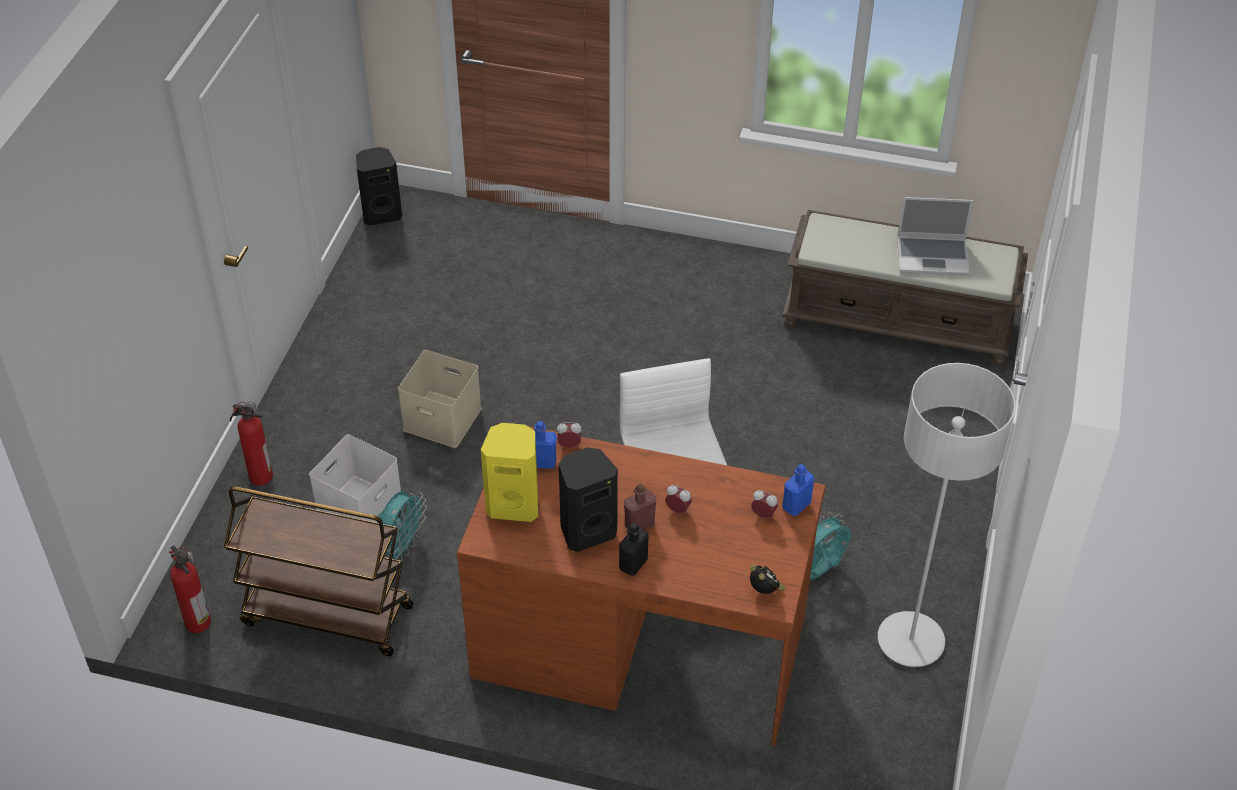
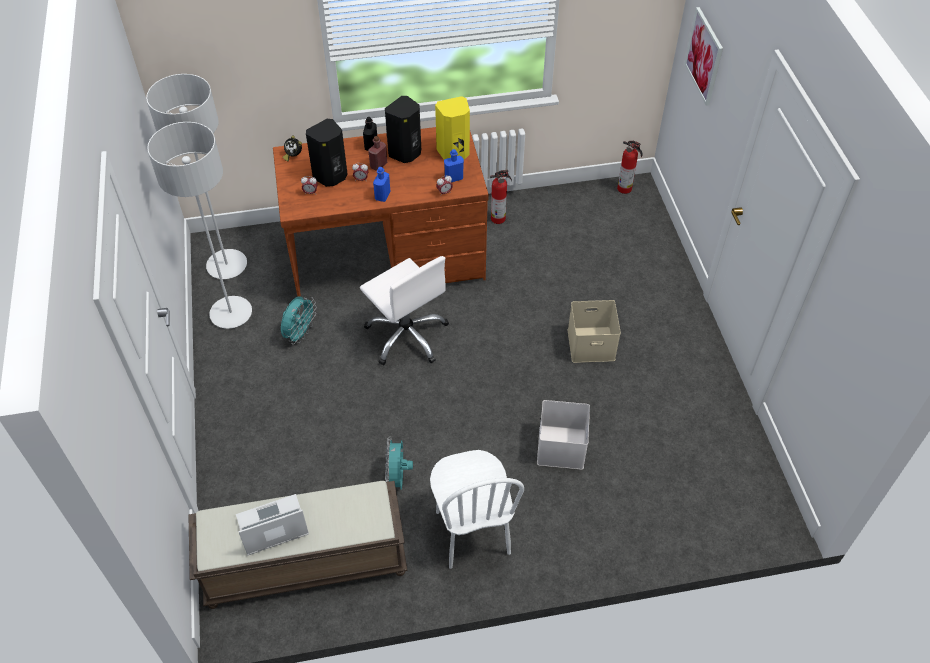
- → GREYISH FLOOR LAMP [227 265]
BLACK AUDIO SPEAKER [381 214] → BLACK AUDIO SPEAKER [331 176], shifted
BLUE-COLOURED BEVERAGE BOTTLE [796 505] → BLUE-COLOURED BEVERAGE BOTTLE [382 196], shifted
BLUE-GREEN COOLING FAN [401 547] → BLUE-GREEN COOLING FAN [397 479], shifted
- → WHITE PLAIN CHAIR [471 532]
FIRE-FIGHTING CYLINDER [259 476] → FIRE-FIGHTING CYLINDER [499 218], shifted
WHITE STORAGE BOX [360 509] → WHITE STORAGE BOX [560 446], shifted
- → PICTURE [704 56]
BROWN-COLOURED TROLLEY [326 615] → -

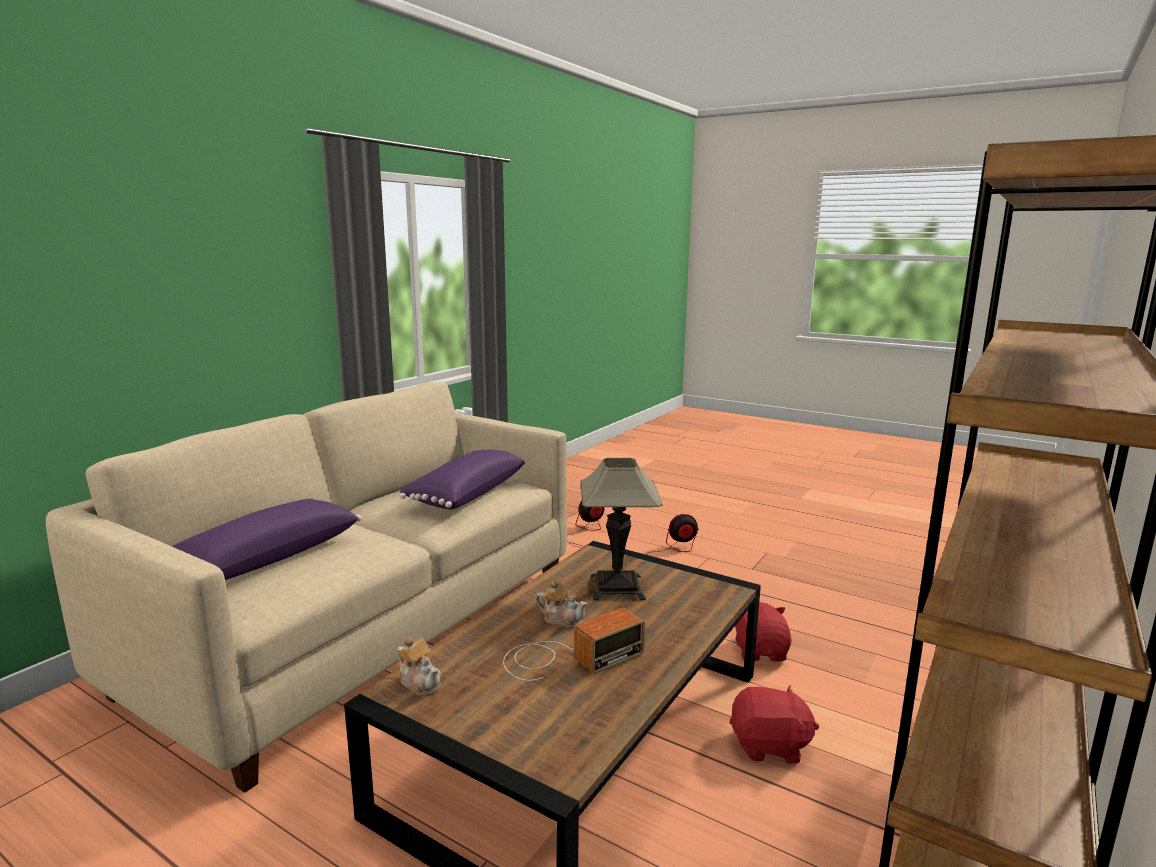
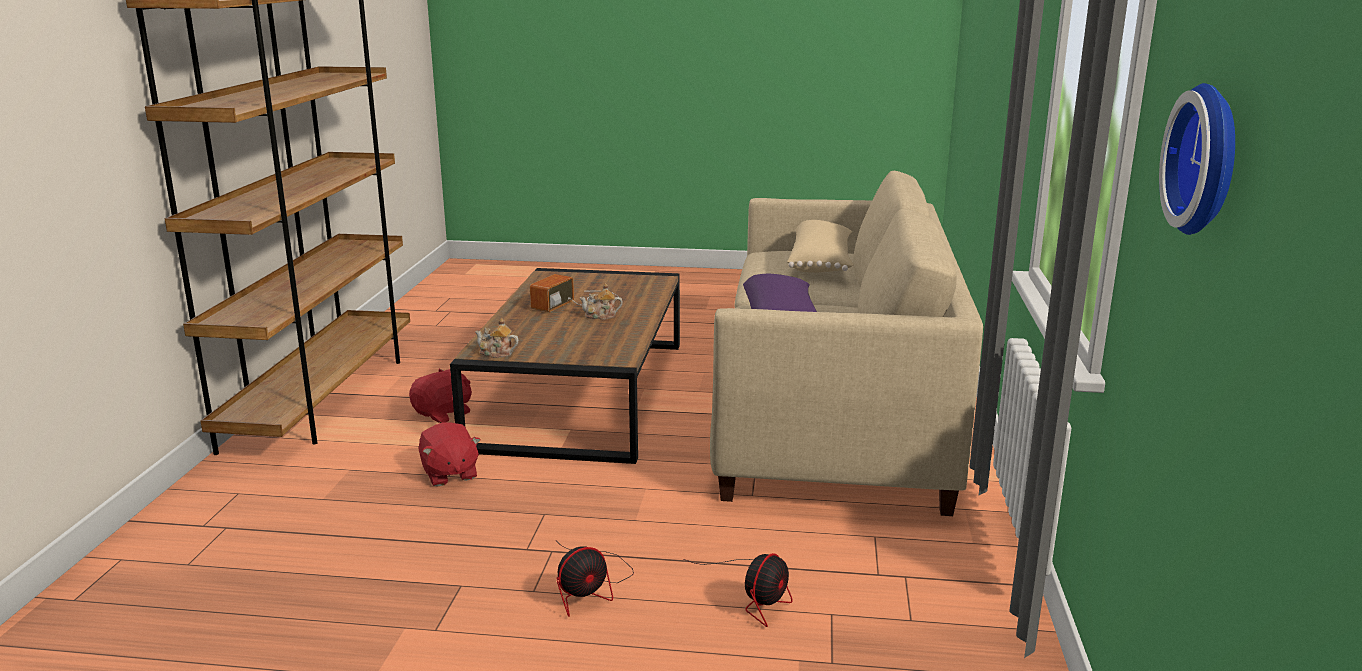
REDDISH CUDDLY TOY [769 746] → REDDISH CUDDLY TOY [444 414], 150 degrees clockwise
TEAPOT [420 682] → TEAPOT [496 353], shifted
PURPLE-COLOURED CUSHION [267 557] → BEIGE CUSHION [821 264]
- → WALL CLOCK [1210 160]
TABLE LAMP [617 587] → -

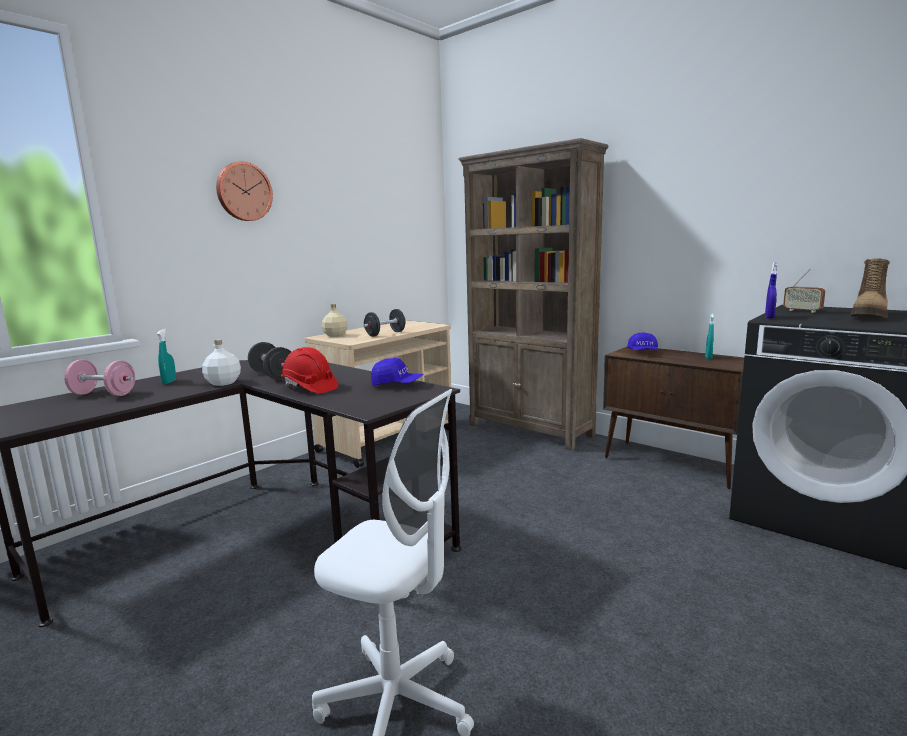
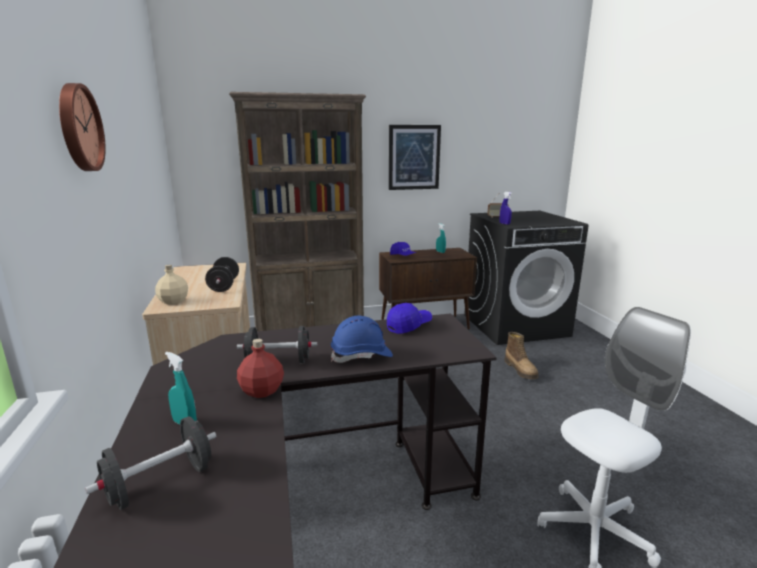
PINK-COLOURED FREE WEIGHT [103 394] → BLACK FREE WEIGHT [160 483]
WHITE BEVERAGE BOTTLE [224 383] → REDDISH BEVERAGE BOTTLE [262 391]
REDDISH SAFETY HELMET [309 387] → BLUE-COLOURED SAFETY HELMET [361 356]
- → PICTURE [414 157]
TALL BOOT [869 316] → TALL BOOT [521 370], shifted

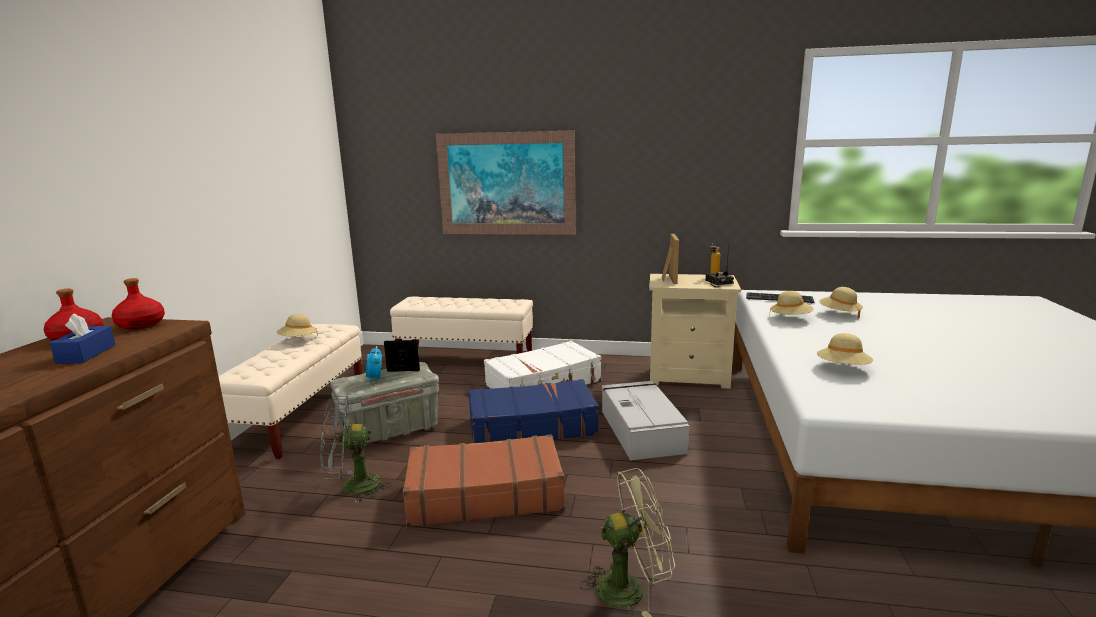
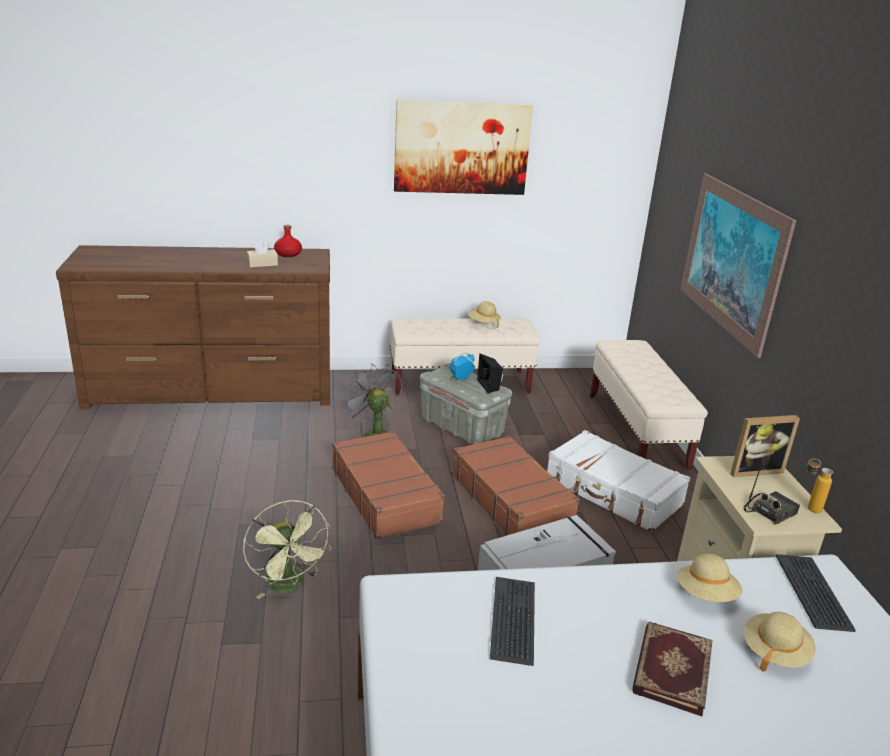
BLUE-COLOURED BOX OF TISSUES [86 354] → BEIGE BOX OF TISSUES [262 264]
- → PICTURE [462 148]
BLUE-COLOURED TRAVEL CASE [531 426] → BROWN-COLOURED TRAVEL CASE [511 499]
BEIGE CLOTHING HAT [843 368] → PC KEYBOARD [514 620]
- → BOUND BOOK [670 669]
REDDISH BEVERAGE BOTTLE [141 324] → -

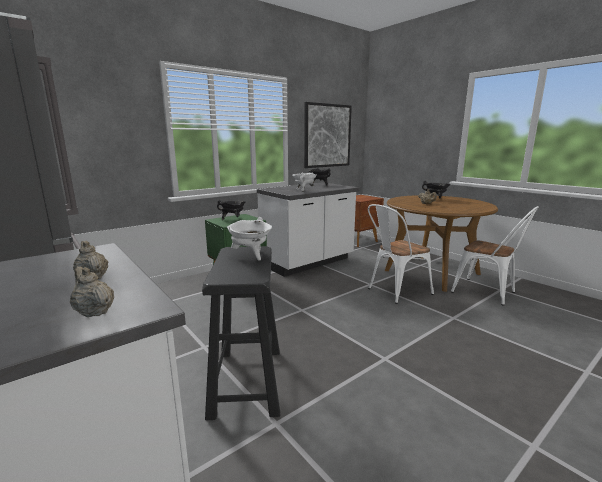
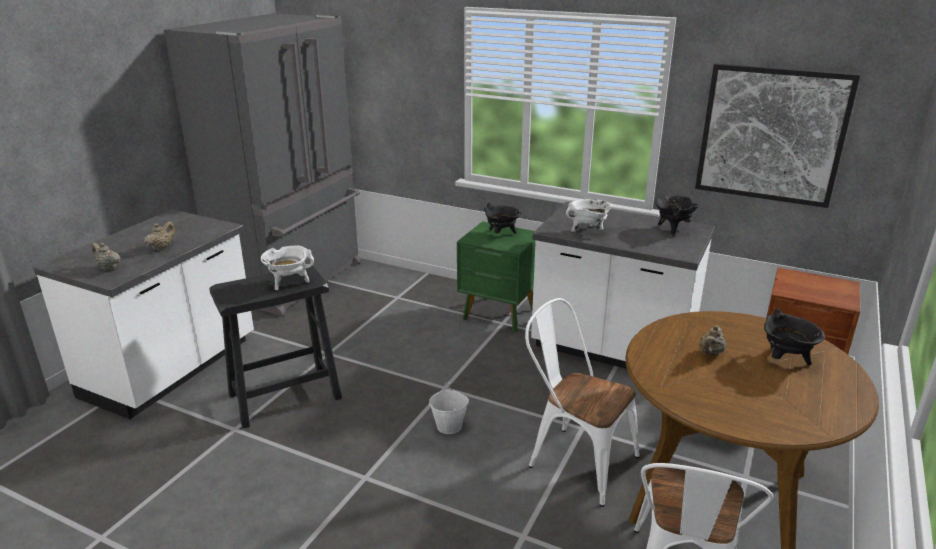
BEIGE TEAPOT [94 312] → BEIGE TEAPOT [108 268], 75 degrees counterclockwise
- → WHITE WATER BUCKET [449 426]

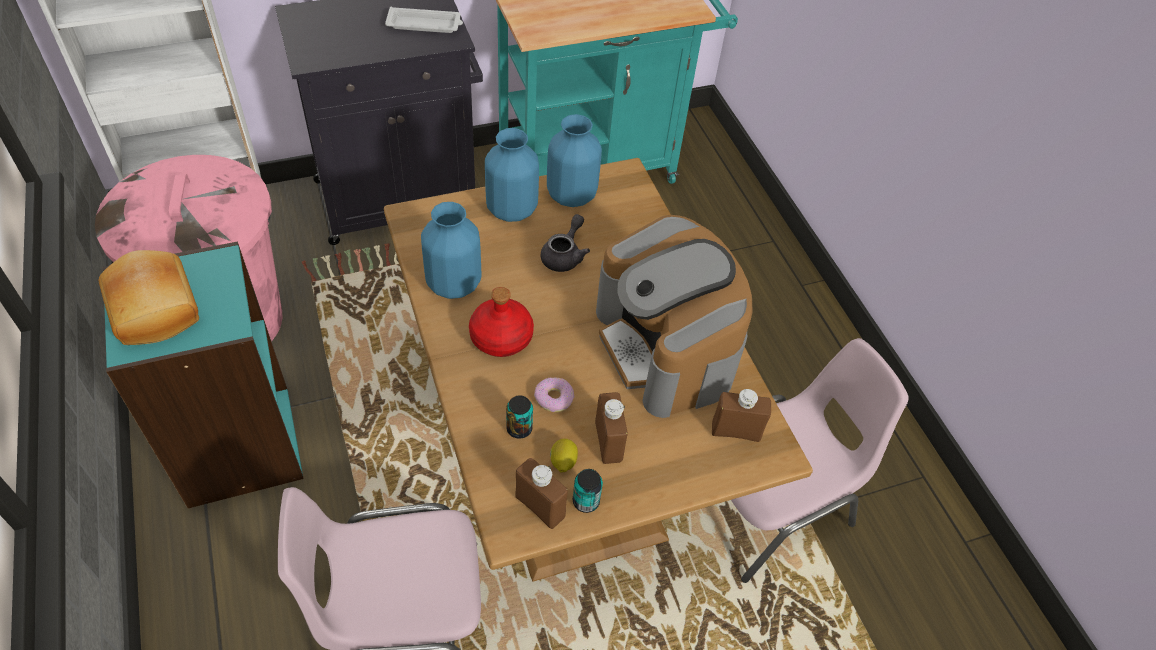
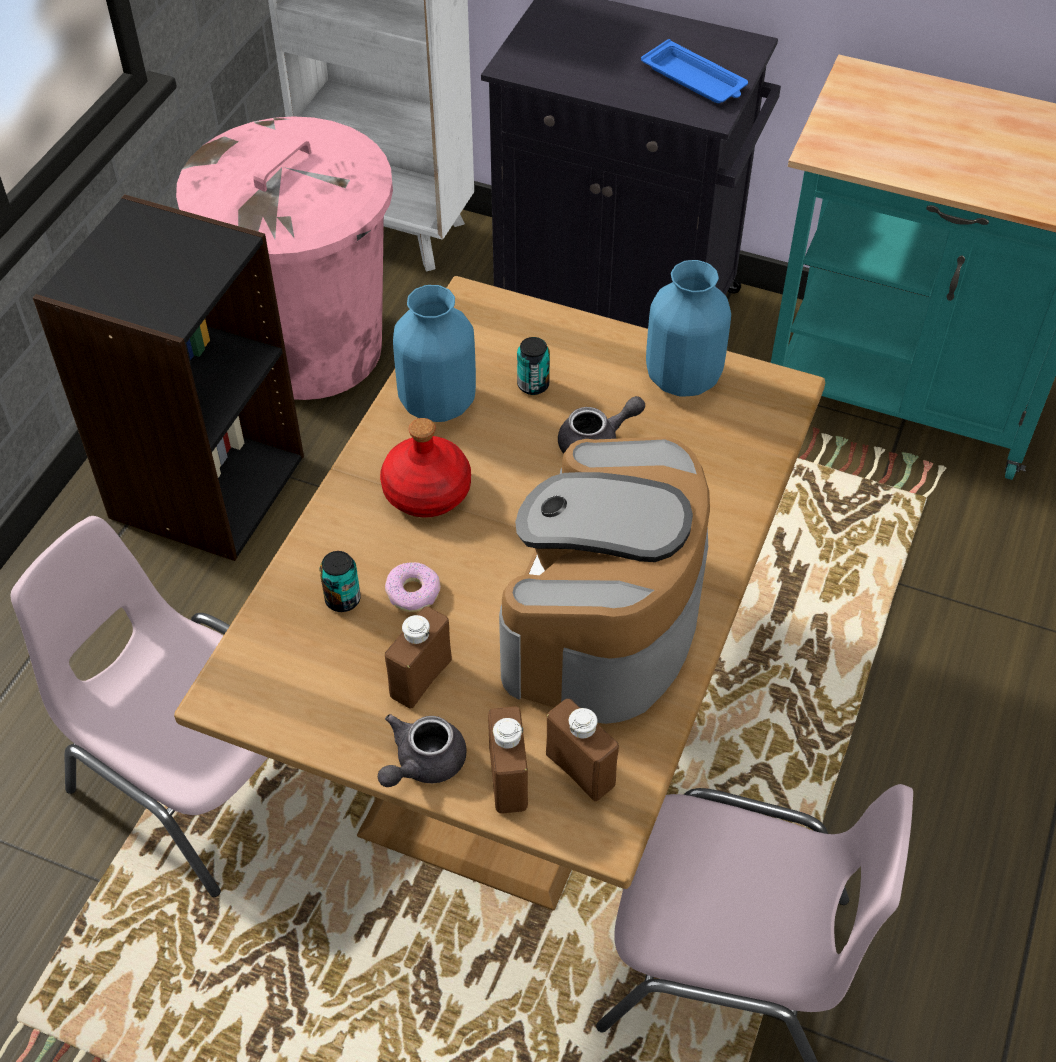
BLUE-GREEN SHELVING UNIT [238 446] → BLACK SHELVING UNIT [205 485]
- → GREYISH TEAPOT [422 763]
BROWN-COLOURED BEVERAGE BOTTLE [540 506] → BROWN-COLOURED BEVERAGE BOTTLE [508 779], shifted
METAL CAN [586 501] → METAL CAN [533 385], shifted
WHITE SERVING TRAY [425 25] → BLUE-COLOURED SERVING TRAY [695 80]
BREAD [157 309] → -
BLUE-COLOURED DECORATIVE VASE [511 209] → -
CITRUS FRUIT [563 462] → -

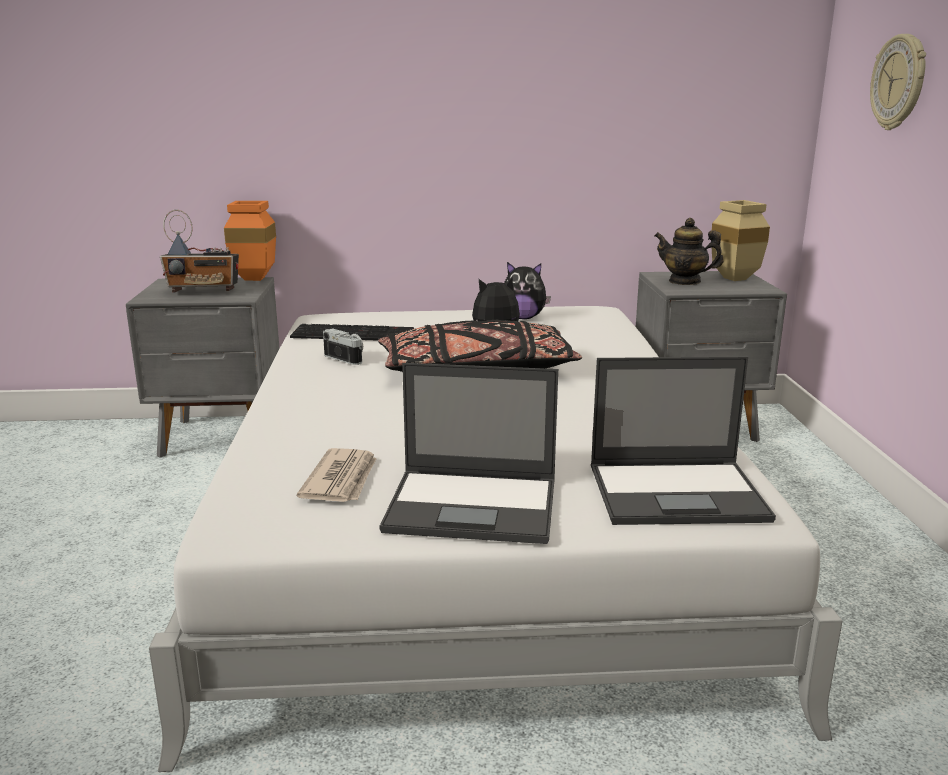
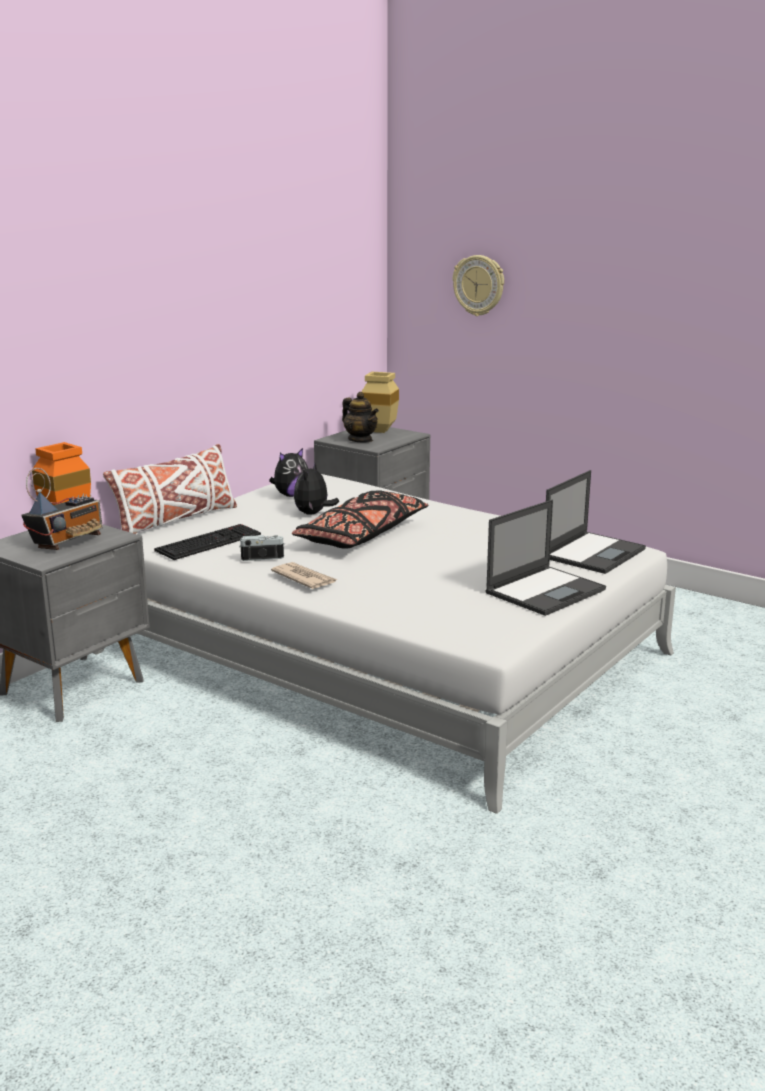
- → WHITE CUSHION [175 520]
DAILY PAPER [342 480] → DAILY PAPER [304 578], shifted
TEAPOT [685 281] → TEAPOT [360 440], 105 degrees counterclockwise

